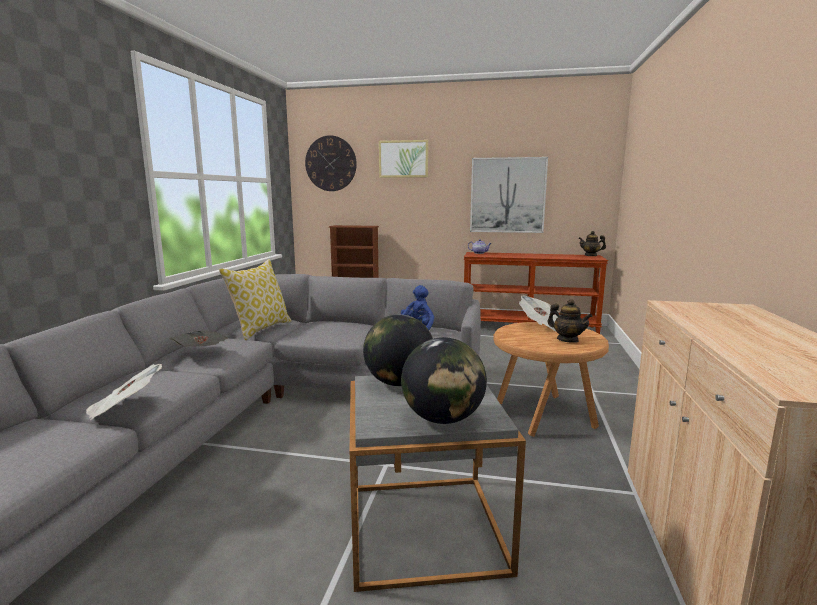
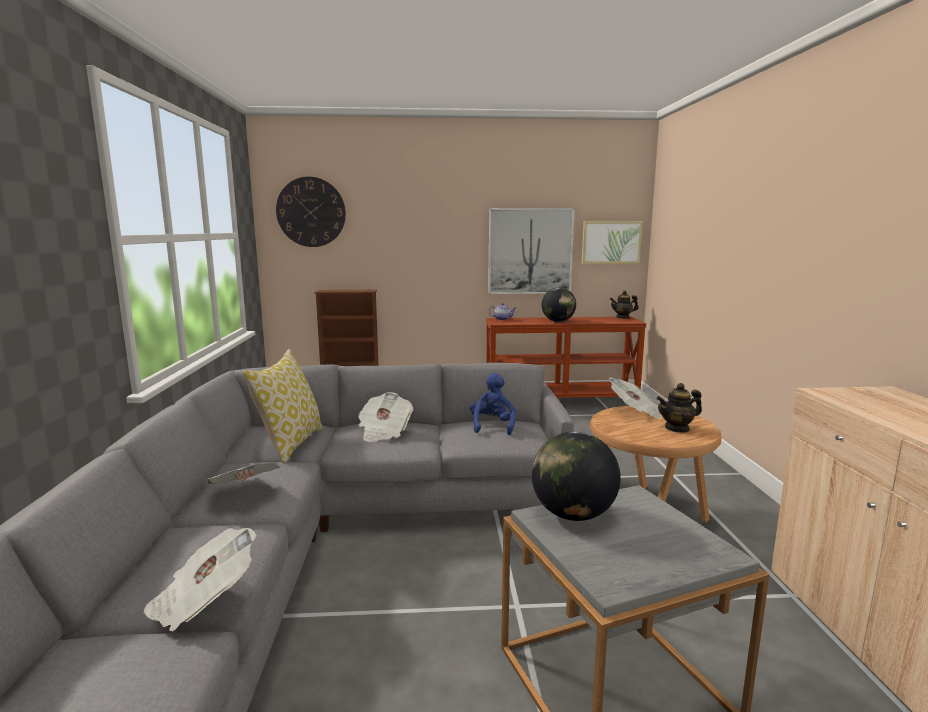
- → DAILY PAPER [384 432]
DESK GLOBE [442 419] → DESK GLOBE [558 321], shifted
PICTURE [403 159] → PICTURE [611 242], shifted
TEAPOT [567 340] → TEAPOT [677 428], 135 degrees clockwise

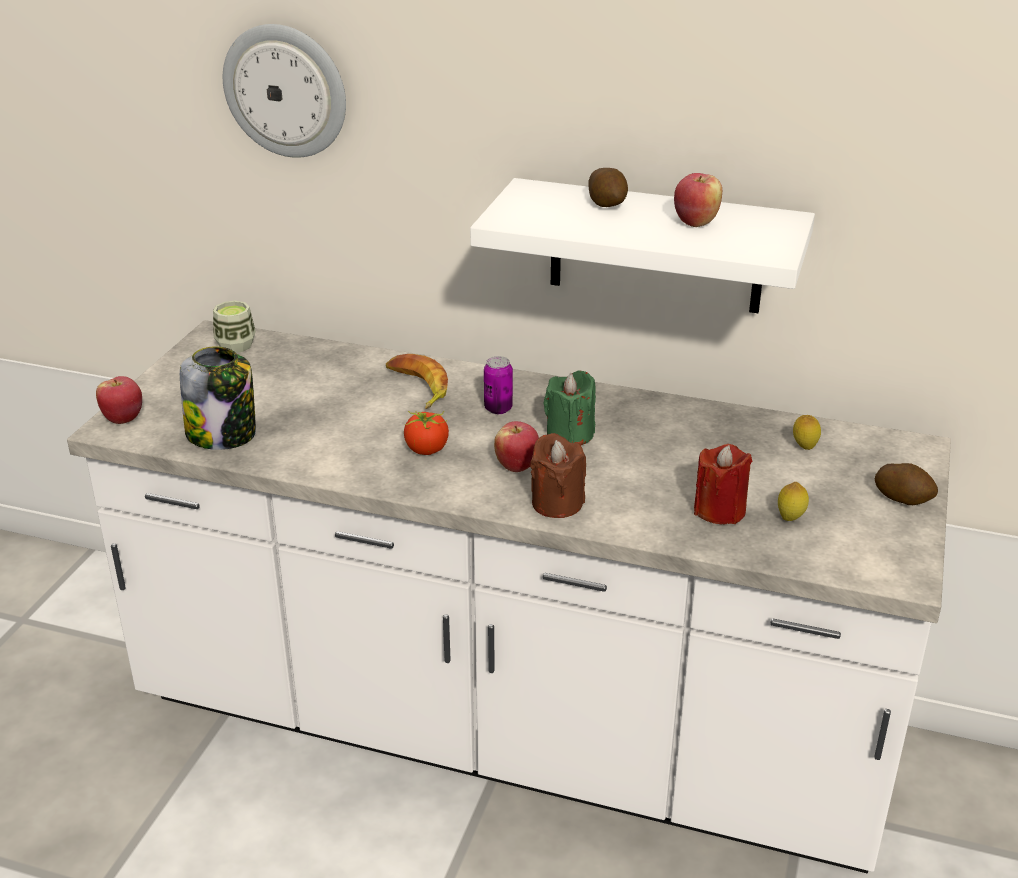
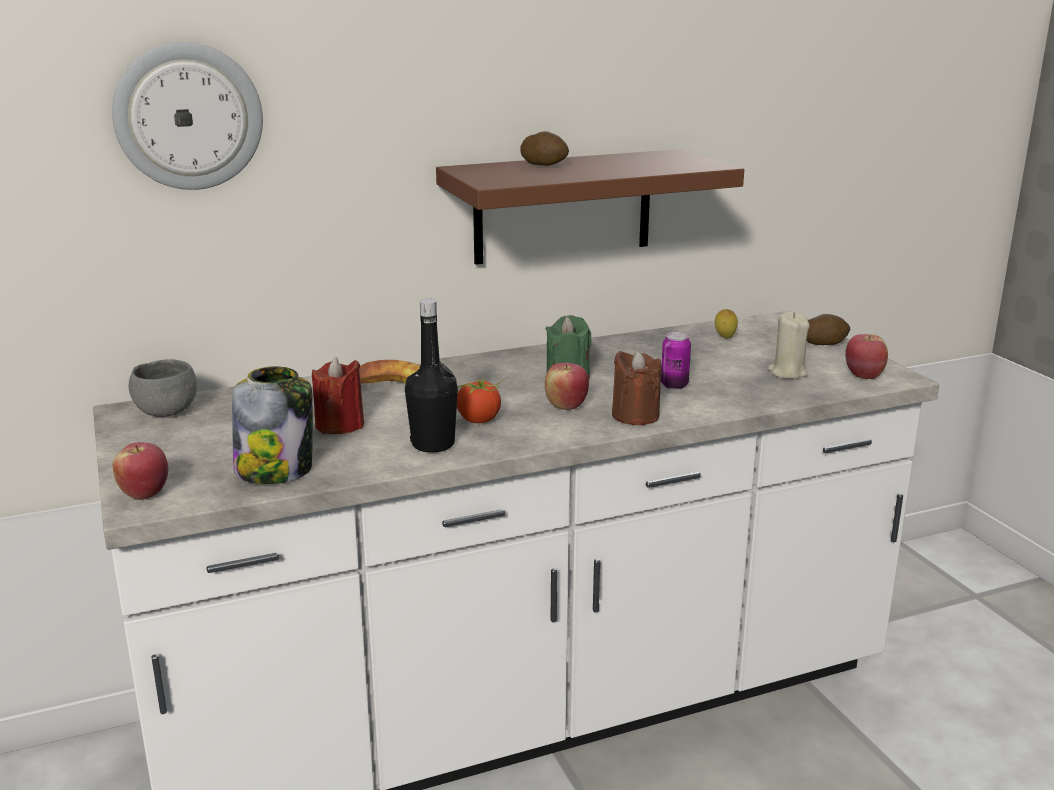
SMALL CUP [236 345] → GREYISH SERVING BOWL [166 412]
REDDISH WAX CANDLE [719 510] → REDDISH WAX CANDLE [340 425], shifted
- → BLACK BEVERAGE BOTTLE [433 444]
WHITE SHELF [656 247] → BROWN-COLOURED SHELF [563 206]
METAL CAN [498 409] → METAL CAN [674 385], shifted
CITRUS FRUIT [790 518] → BEIGE WAX CANDLE [787 373]
WHOLE APPLE [695 222] → WHOLE APPLE [864 375], shifted

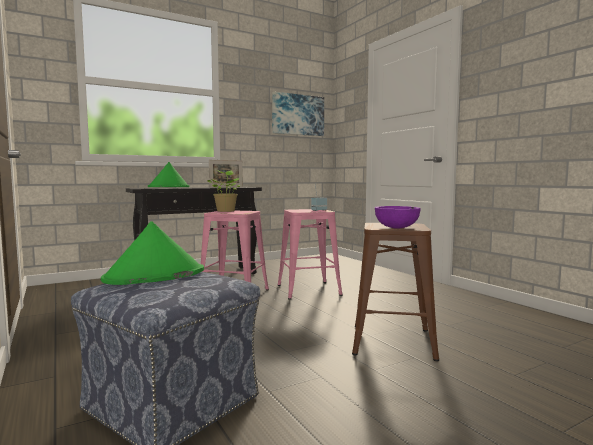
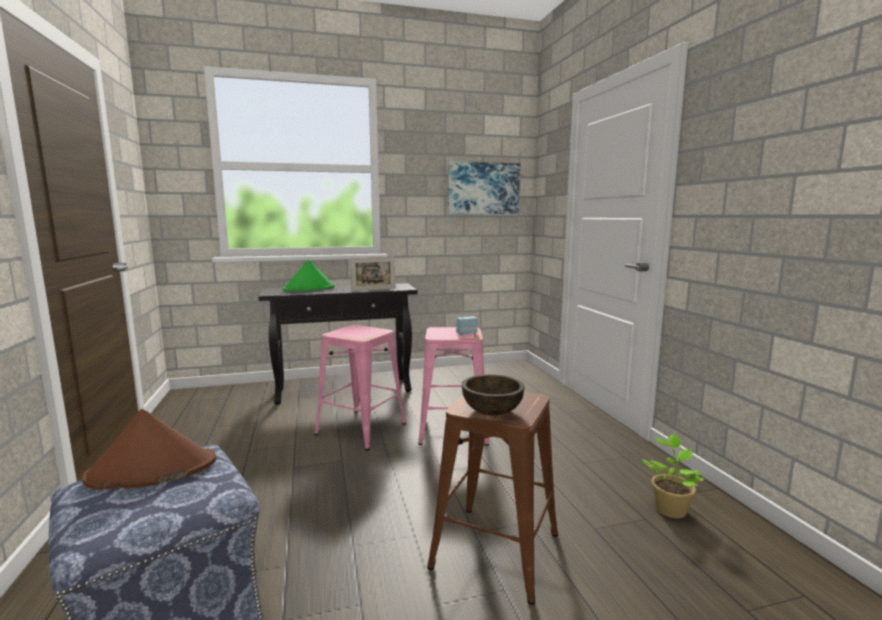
GREEN CLOTHING HAT [154 276] → BROWN-COLOURED CLOTHING HAT [151 470]
PURPLE-COLOURED SERVING BOWL [396 228] → BROWN-COLOURED SERVING BOWL [492 411]
PLANT IN A POT [226 211] → PLANT IN A POT [670 508], shifted

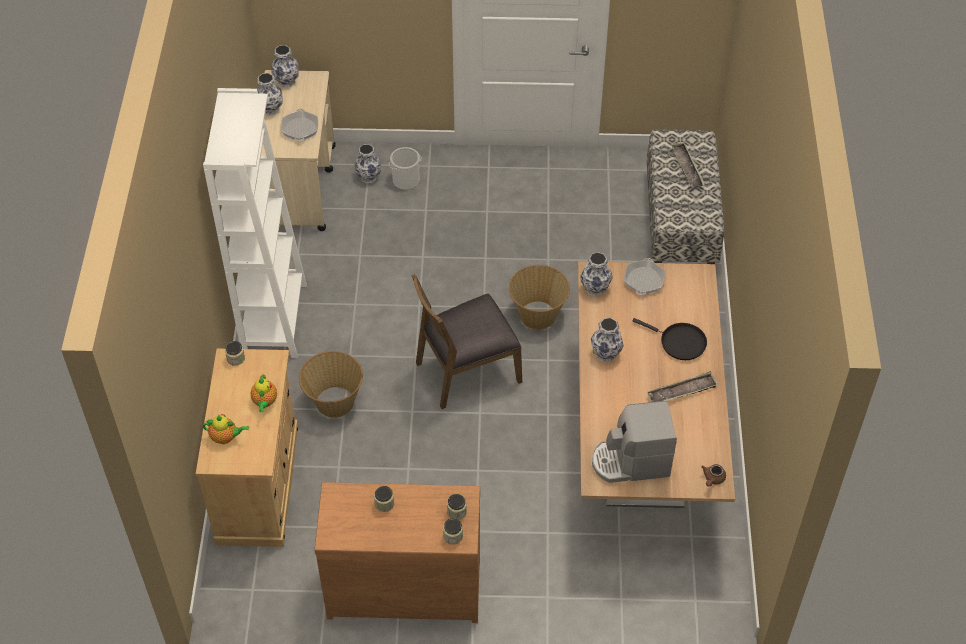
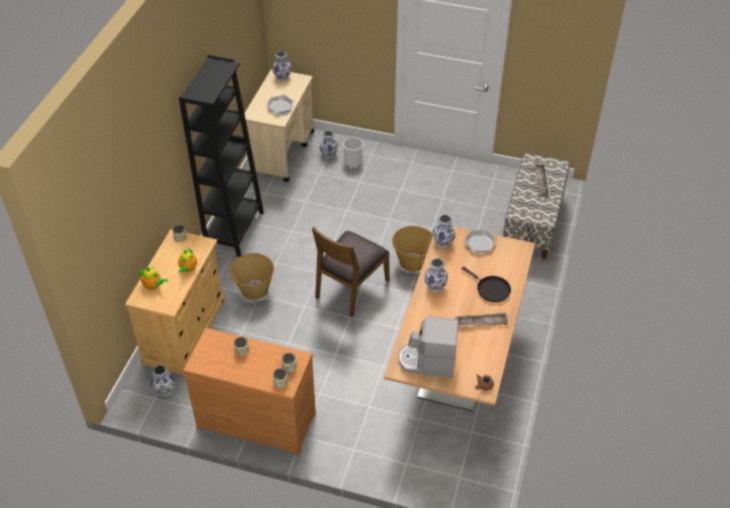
DECORATIVE VASE [269 109] → DECORATIVE VASE [164 390], shifted
WHITE SHELVING UNIT [275 320] → BLACK SHELVING UNIT [234 230]
BROWN-COLOURED PLAIN CHAIR [467 371] → BROWN-COLOURED PLAIN CHAIR [351 288], 45 degrees counterclockwise

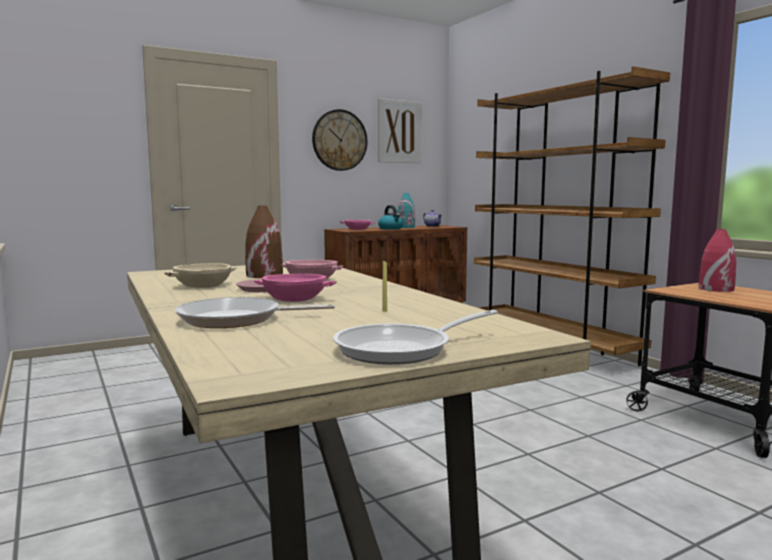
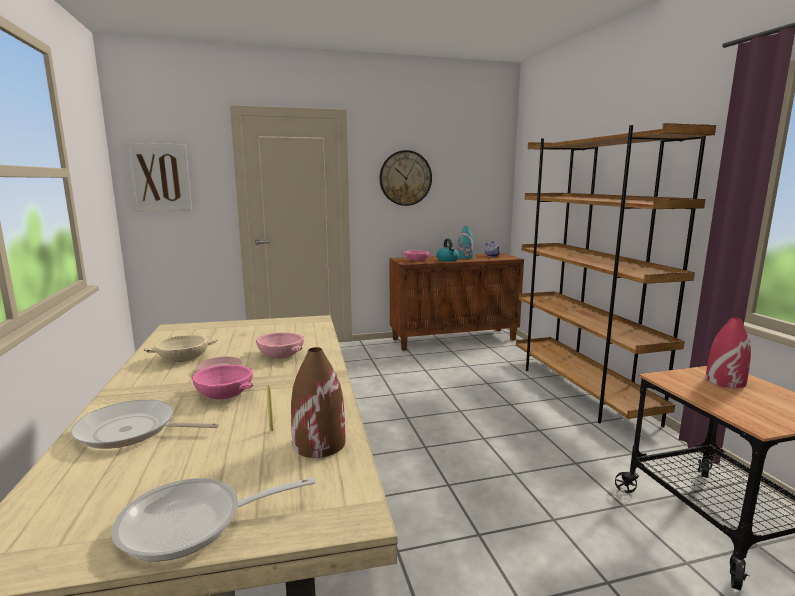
PICTURE [399 131] → PICTURE [159 177], shifted
BROWN-COLOURED DECORATIVE VASE [264 275] → BROWN-COLOURED DECORATIVE VASE [319 444], shifted

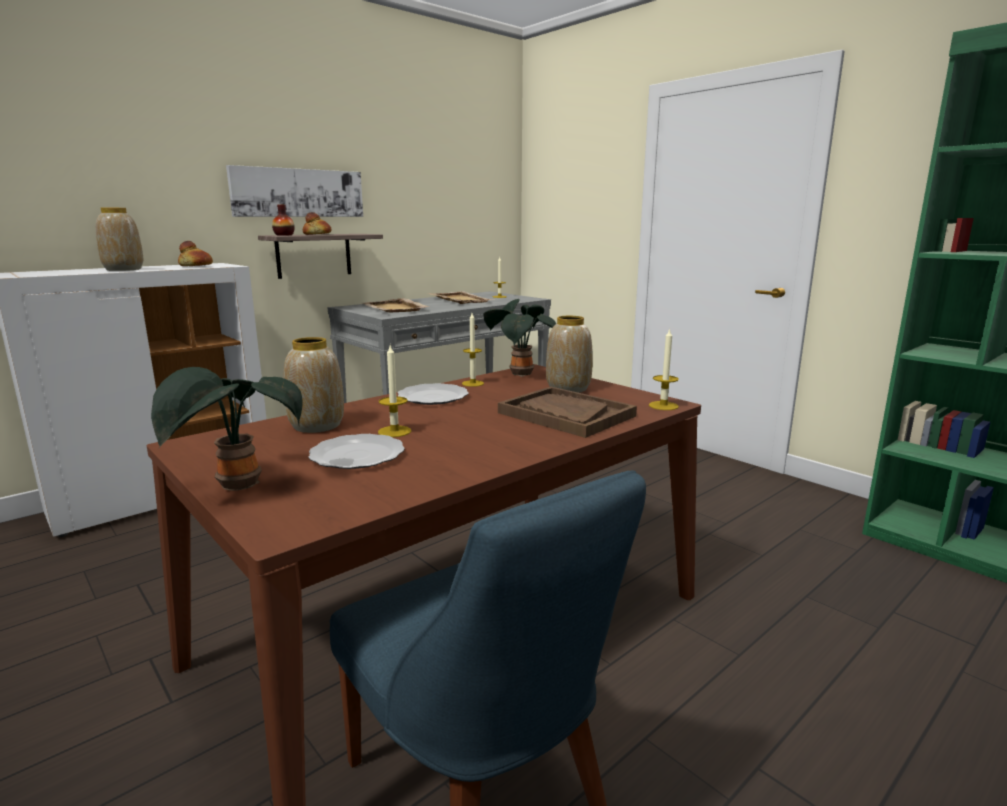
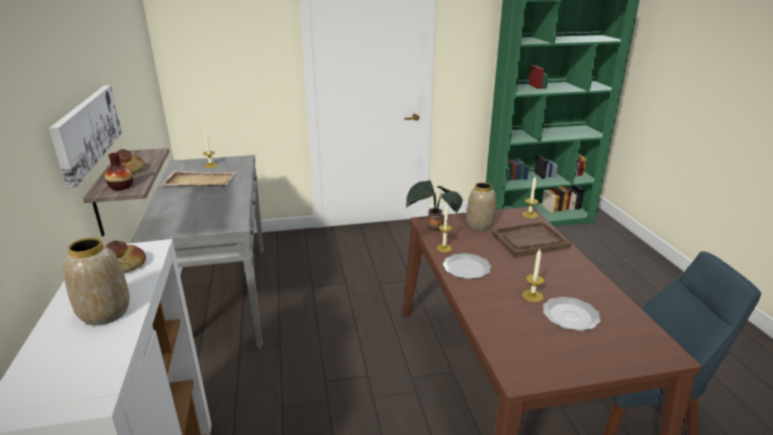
PLANT IN A POT [236 487] → -
DECORATIVE VASE [317 426] → -
BEIGE SERVING TRAY [394 308] → -

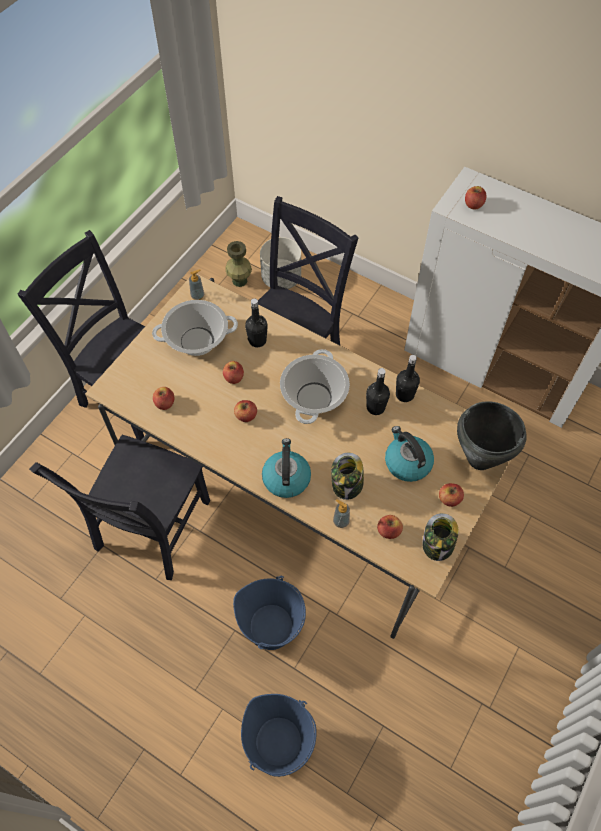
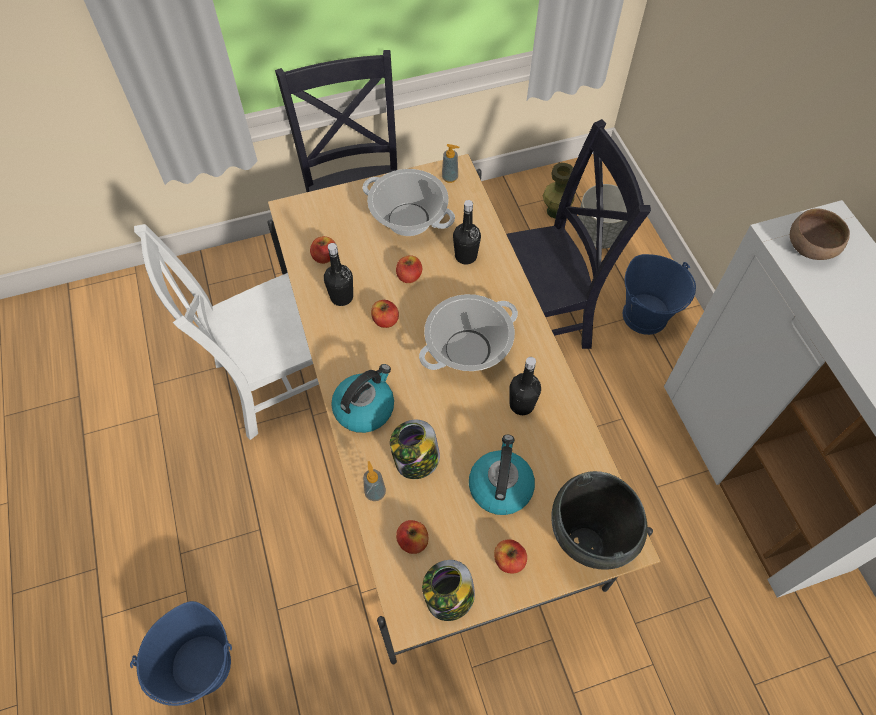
BLACK PLAIN CHAIR [150 529] → WHITE PLAIN CHAIR [274 381]
BLACK BEVERAGE BOTTLE [404 394] → BLACK BEVERAGE BOTTLE [341 297], shifted
BLUE-COLOURED WATER BUCKET [271 626] → BLUE-COLOURED WATER BUCKET [645 315], shifted
WHOLE APPLE [473 204] → BROWN-COLOURED SERVING BOWL [811 248]

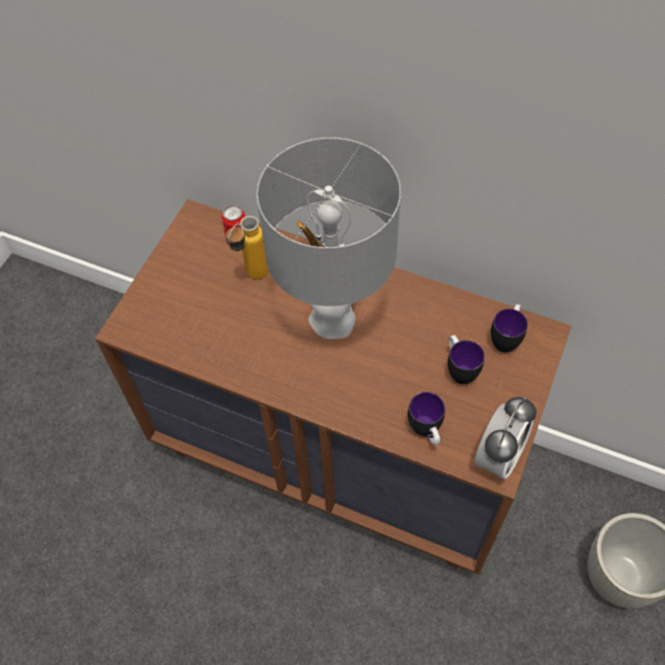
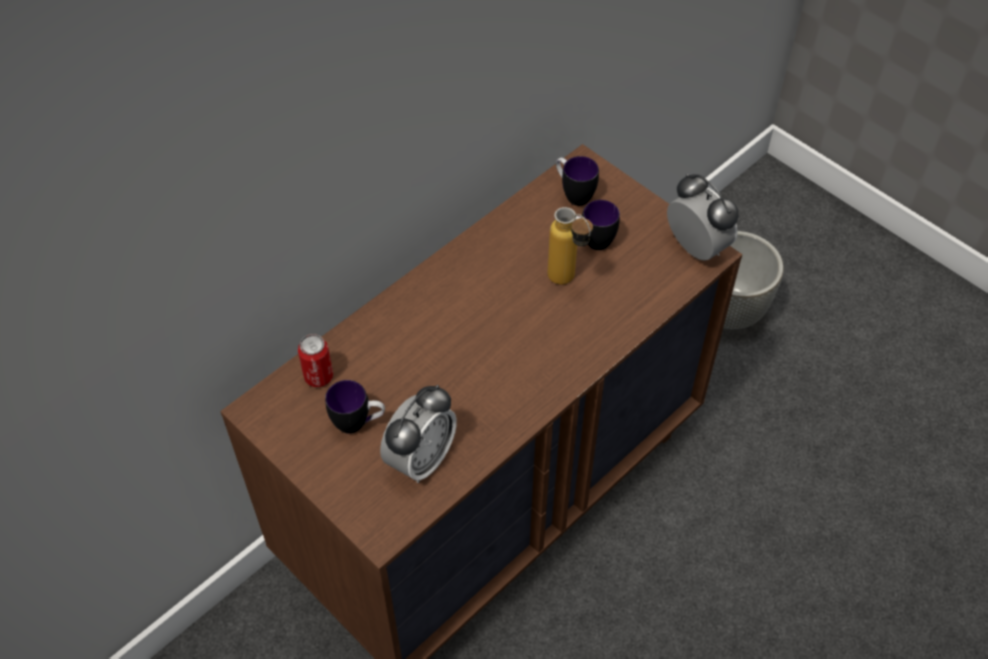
MUG [426 432] → MUG [358 423], shifted
- → TABLE CLOCK [421 459]
BEVERAGE BOTTLE [251 278] → BEVERAGE BOTTLE [568 282], shifted
GREYISH TABLE LAMP [333 318] → -

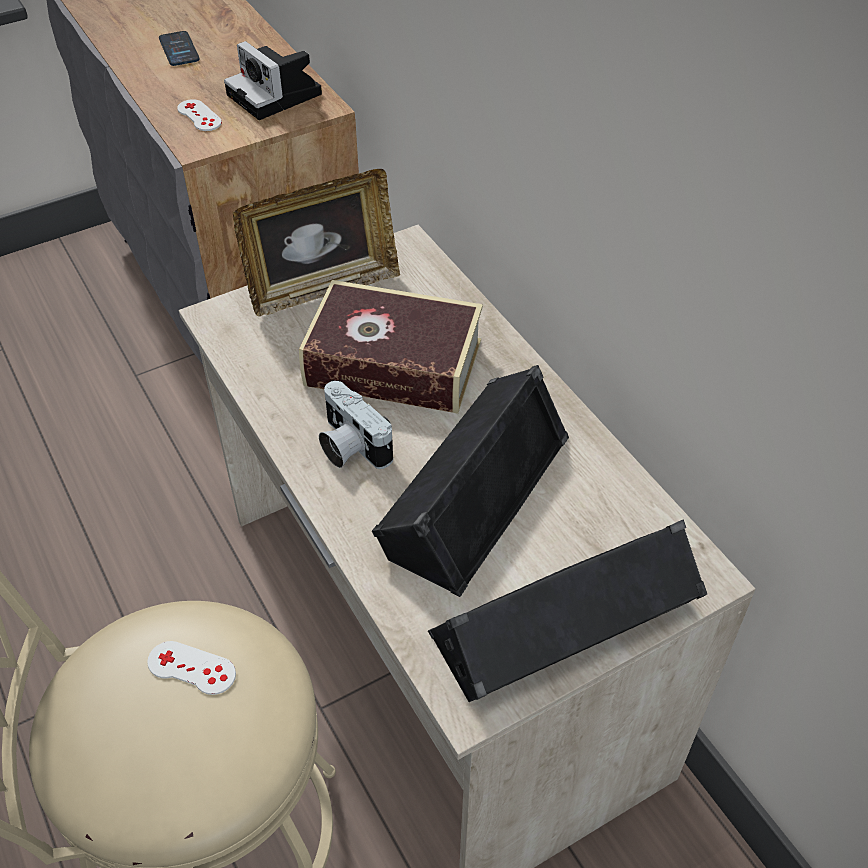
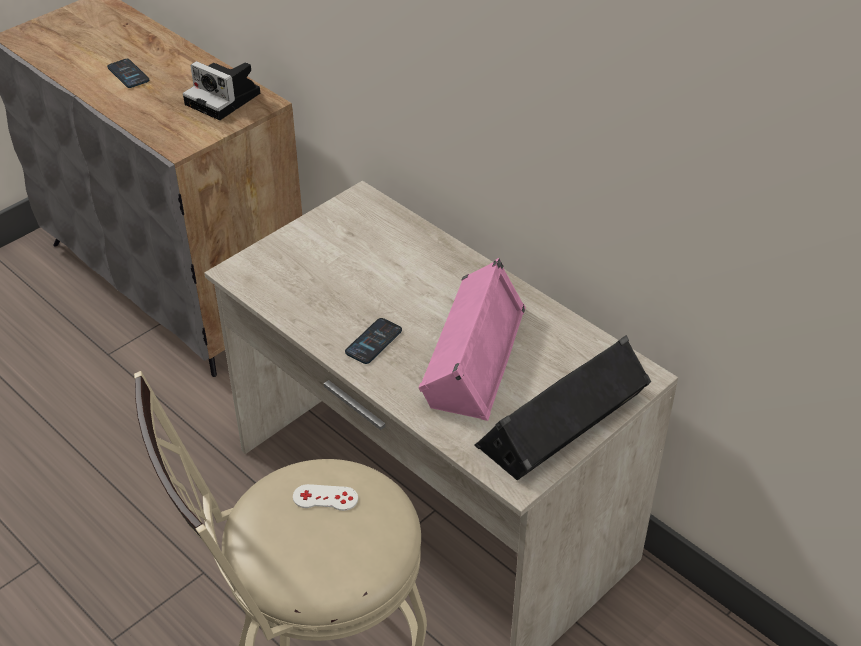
PHOTO CAMERA [349 446] → PHONE [373 341]
BLACK AUDIO SPEAKER [472 491] → PINK-COLOURED AUDIO SPEAKER [471 354]
WHITE GAME CONTROLLER [199 116] → -
STANDING FRAME [322 288] → -
BOUND BOOK [393 363] → -

